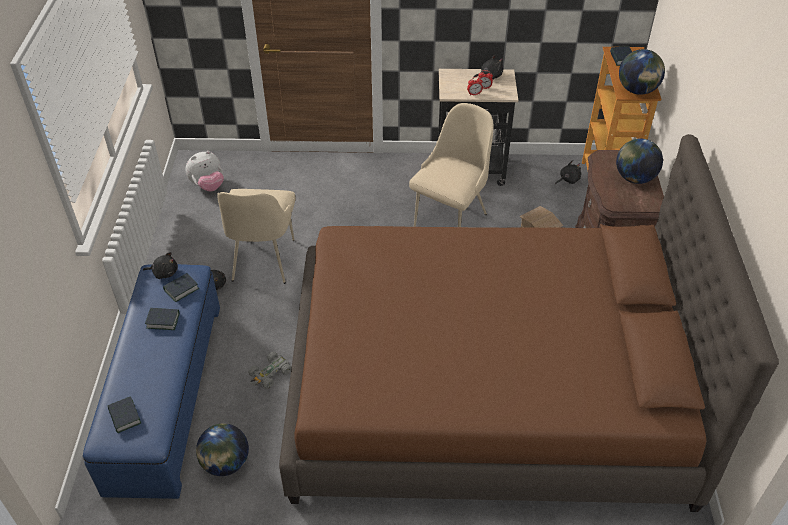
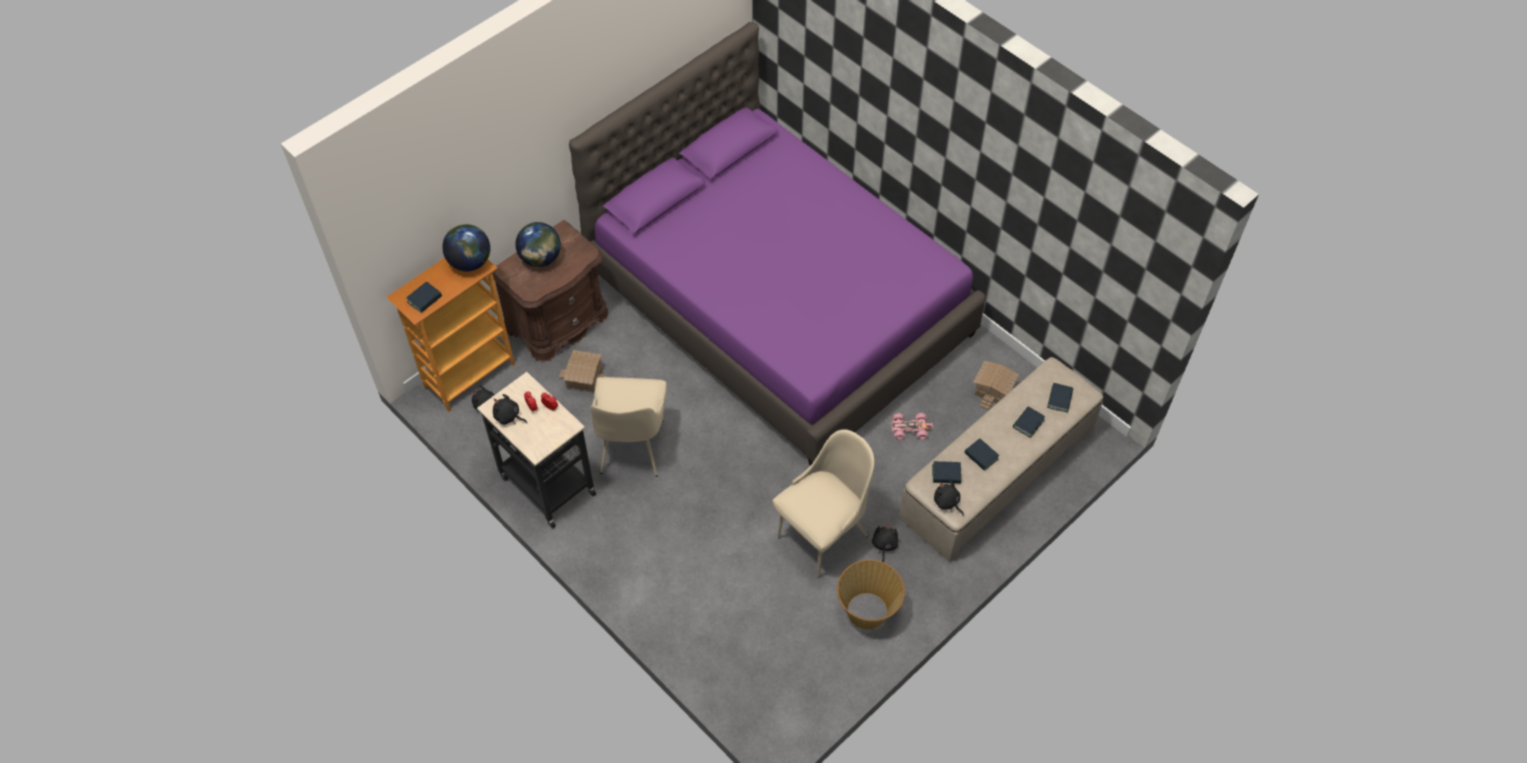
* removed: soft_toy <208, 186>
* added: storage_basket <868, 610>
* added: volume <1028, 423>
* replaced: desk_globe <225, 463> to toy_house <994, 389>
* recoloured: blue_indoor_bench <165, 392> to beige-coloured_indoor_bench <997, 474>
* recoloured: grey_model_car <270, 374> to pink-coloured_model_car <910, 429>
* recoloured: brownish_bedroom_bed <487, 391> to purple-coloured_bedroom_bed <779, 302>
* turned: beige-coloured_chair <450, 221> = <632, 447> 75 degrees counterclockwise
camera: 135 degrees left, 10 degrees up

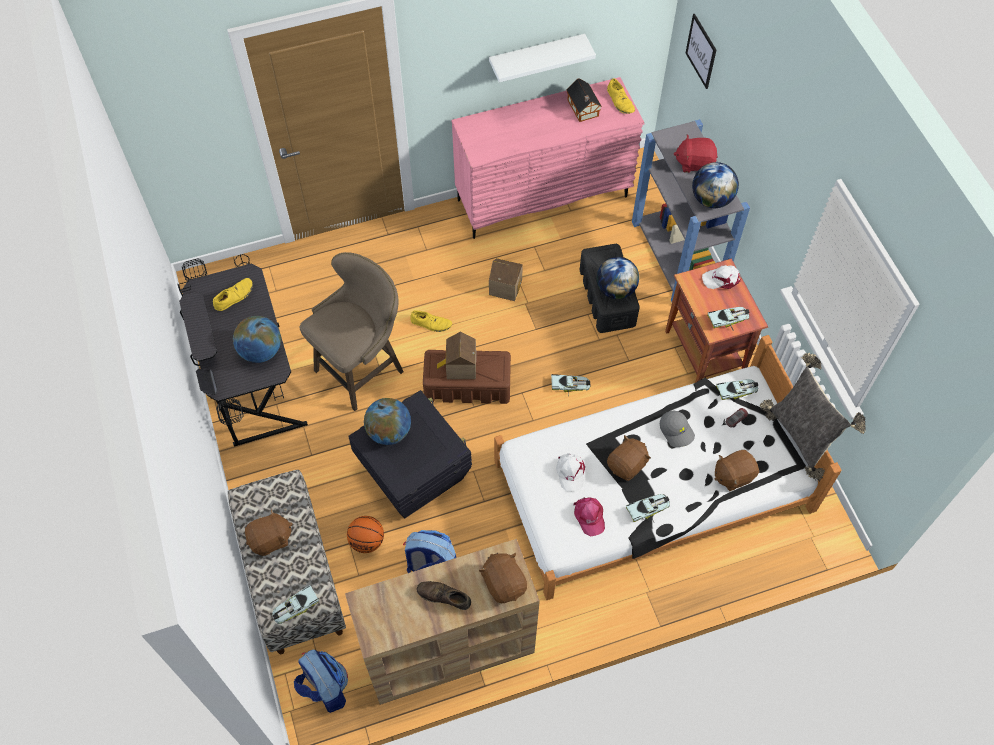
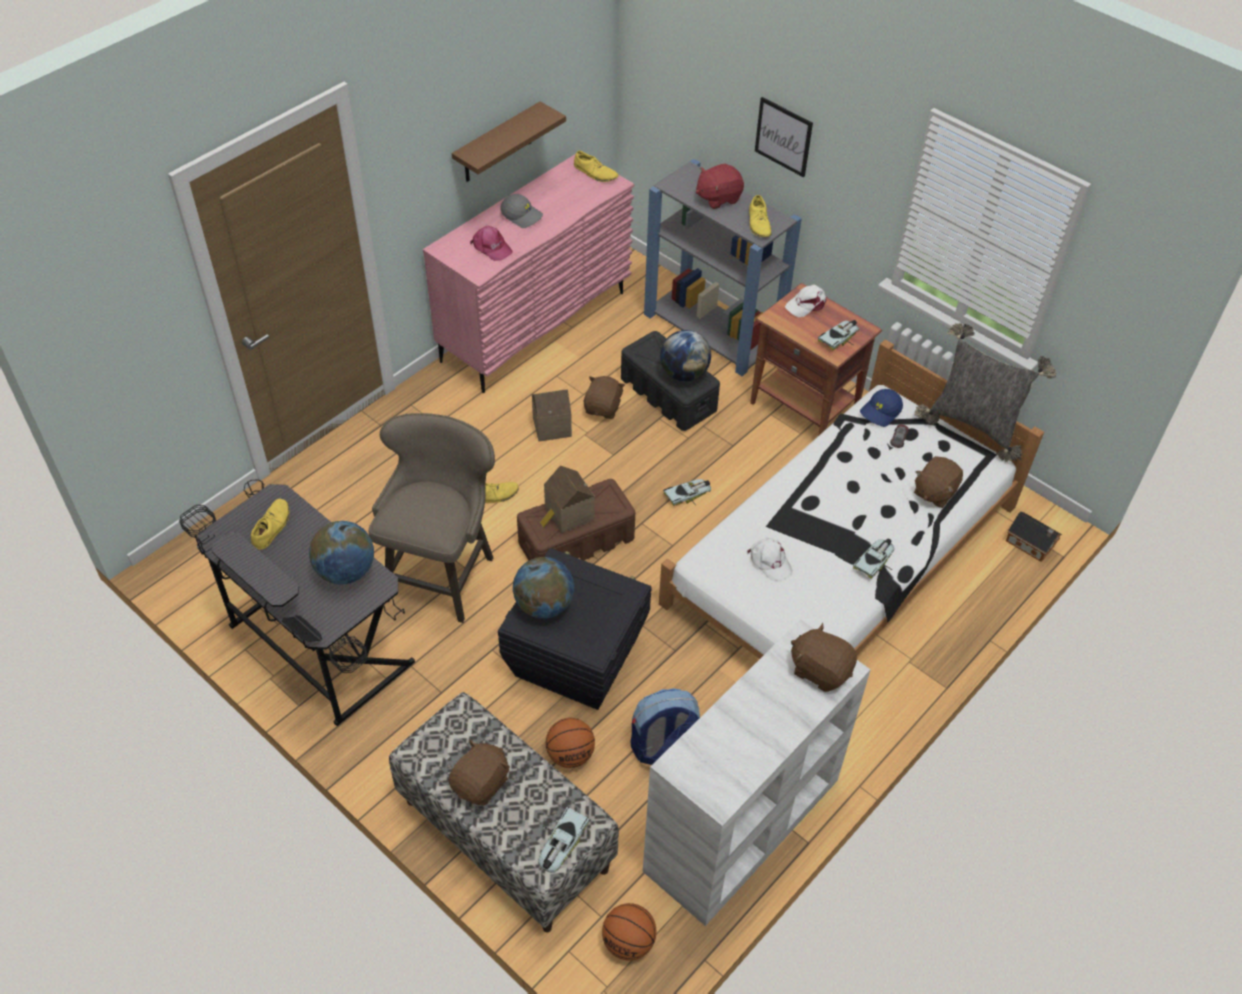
* removed: brownish_shoe <444, 596>
* moved: toy_house <583, 109> to <1031, 544>
* moved: pink-coloured_cap <589, 516> to <491, 247>
* moved: brownish_soft_toy <627, 465> to <603, 408>
* moved: grey_cap <677, 431> to <522, 215>
* moved: wall_picture <701, 51> to <783, 136>
* replaced: knapsack <325, 688> to basketball <628, 942>
* replaced: desk_globe <711, 199> to yellowish_shoe <759, 223>
* replaced: model_car <737, 391> to blue_cap <881, 412>
* recoloured: brownish_shelving_unit <449, 650> to whitish_shelving_unit <743, 826>
* recoloured: whitish_bracket_shelf <536, 58> to brownish_bracket_shelf <497, 144>
camera: 30 degrees left, 10 degrees down

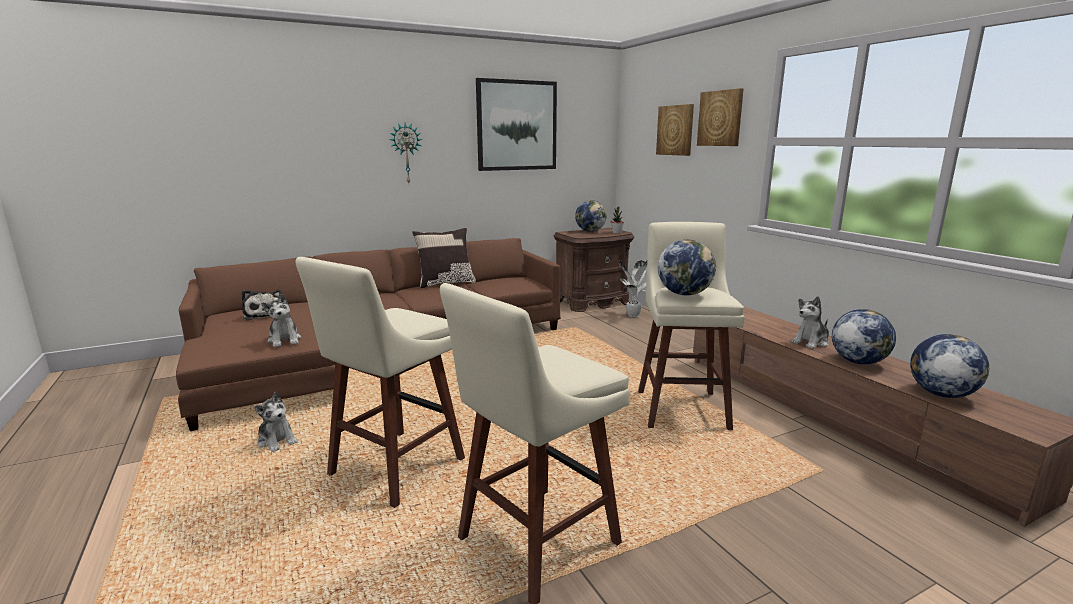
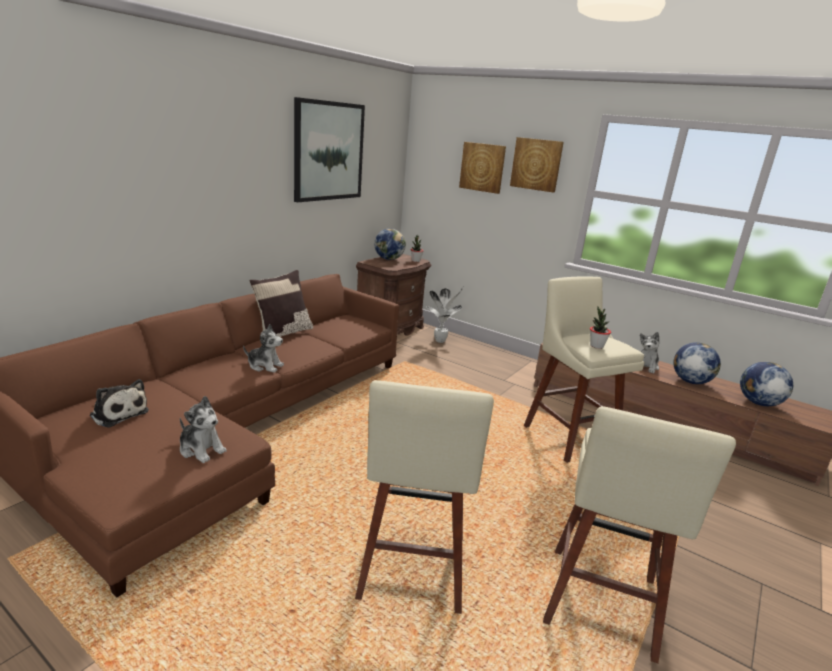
* removed: hanging_clock <406, 153>
* moved: soft_toy <277, 441> to <265, 366>
* replaced: desk_globe <684, 294> to potted_plant <596, 346>
camera: 30 degrees left, 5 degrees up

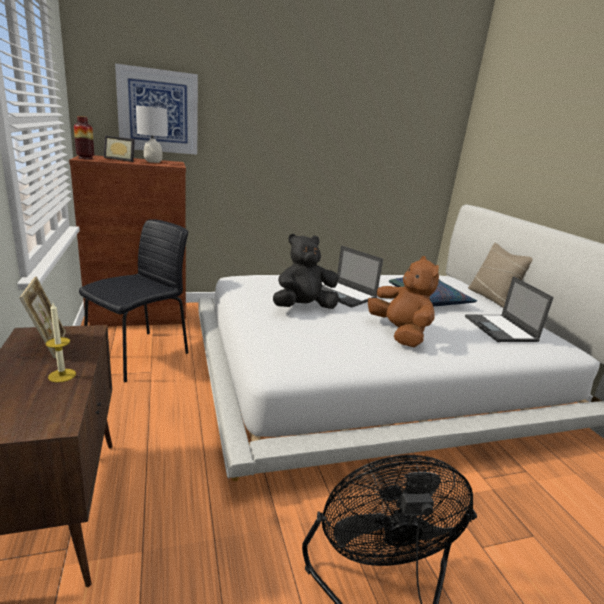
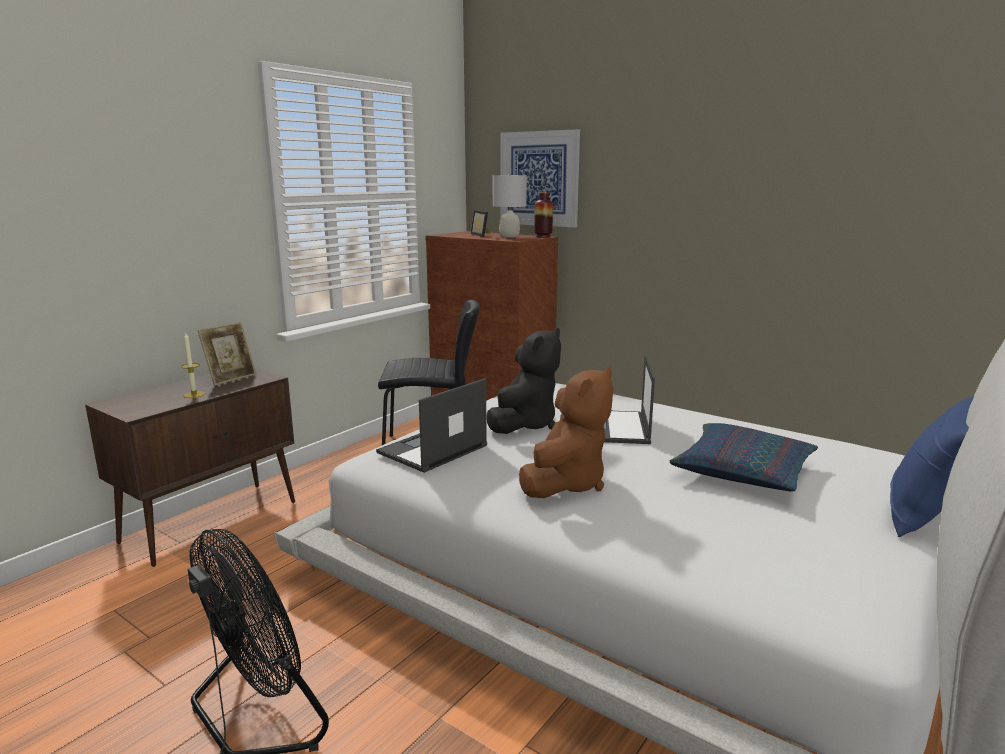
* moved: flower_vase <85, 158> to <543, 237>
* moved: notebook_computer <501, 329> to <432, 450>
* recoloured: beige-coloured_cushion <492, 298> to blue_cushion <924, 515>
* turned: black-coloured_soft_toy <303, 307> = <525, 424> 90 degrees clockwise
camera: 55 degrees right, 5 degrees down

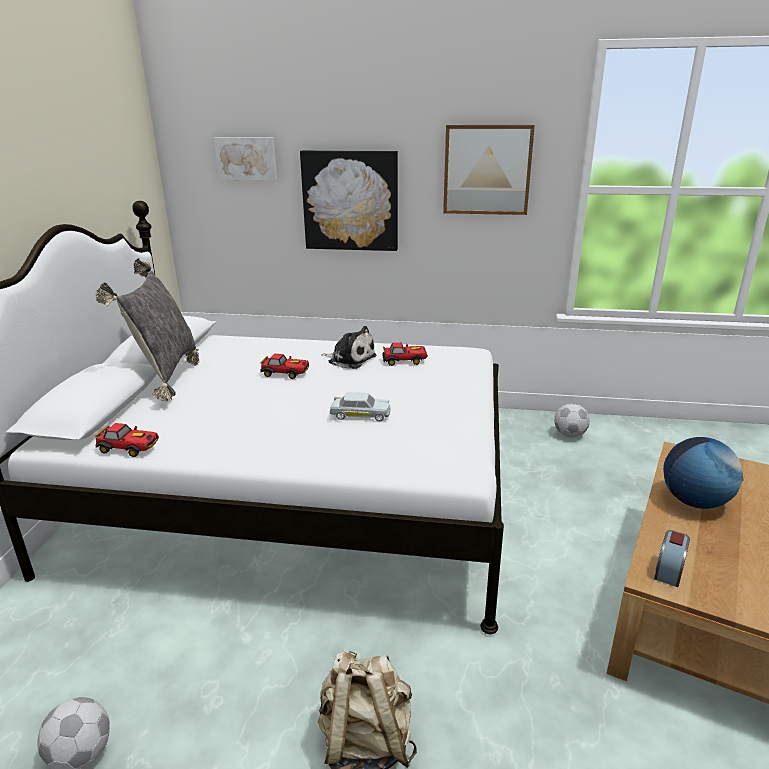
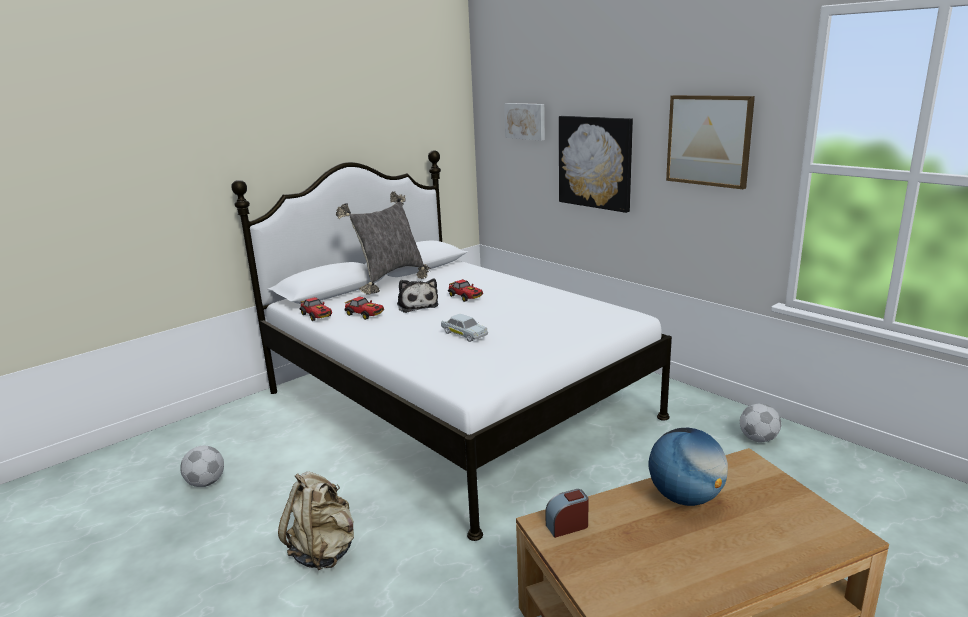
* moved: soft_toy <350, 359> to <417, 305>
* moved: model_car <405, 361> to <365, 315>
camera: 40 degrees right, 5 degrees down

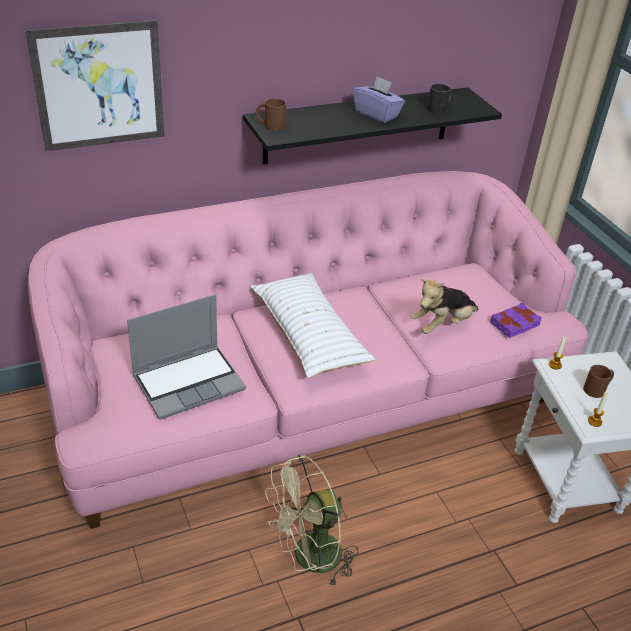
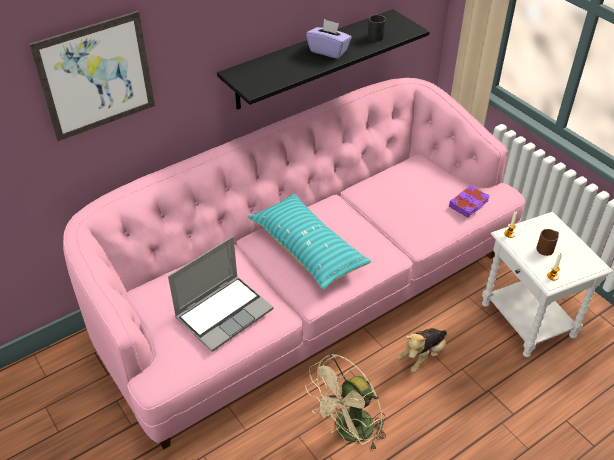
* removed: brownish_coffee_mug <270, 125>
* moved: soft_toy <442, 325> to <422, 356>
* recoloured: whitish_cushion <308, 335> to turquoise_cushion <307, 249>
camera: 10 degrees left, 5 degrees up

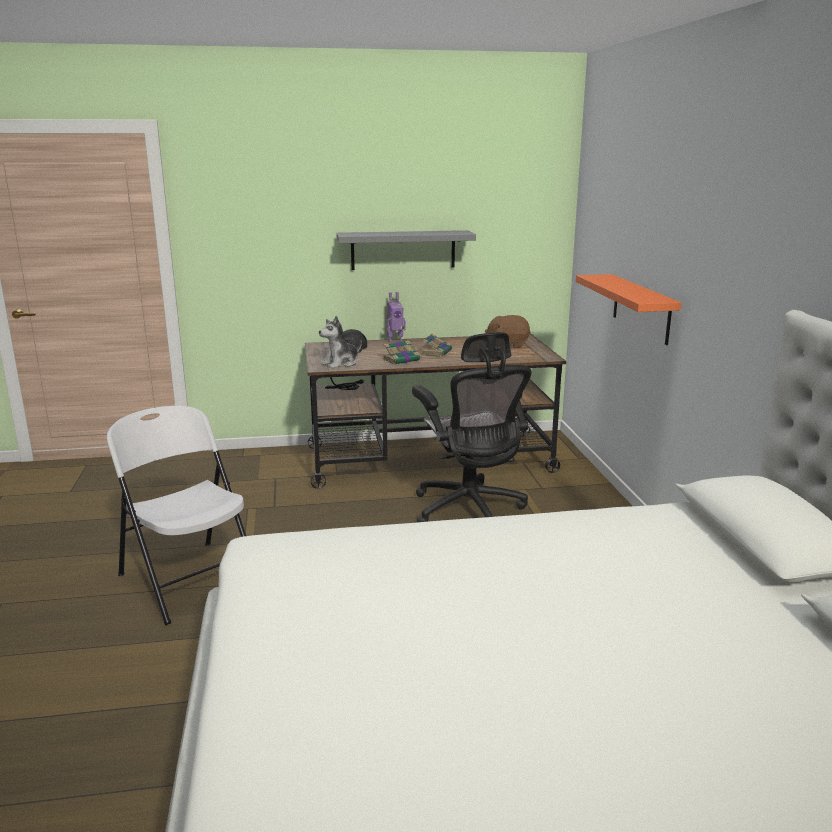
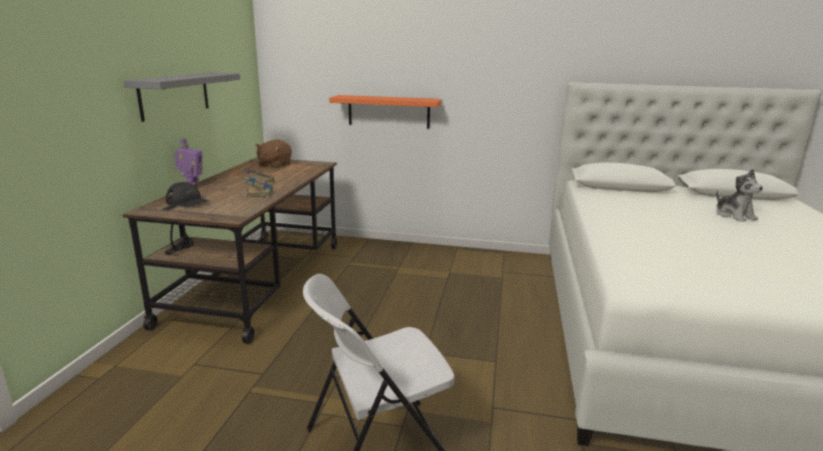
* removed: desk_chair <469, 510>
* moved: soft_toy <340, 363> to <734, 215>
camera: 70 degrees left, 0 degrees up

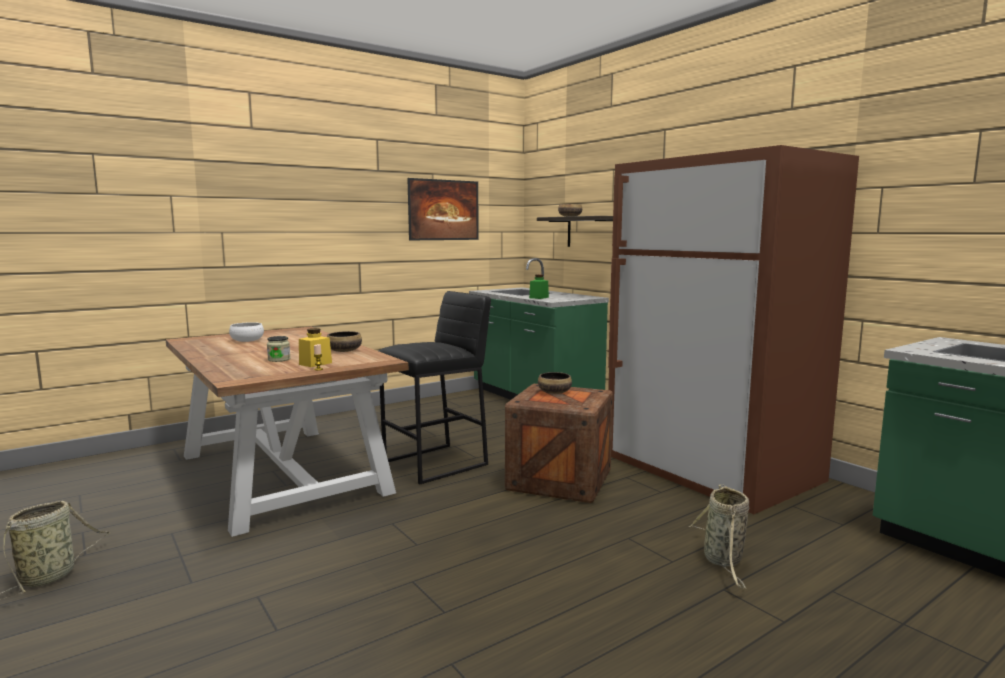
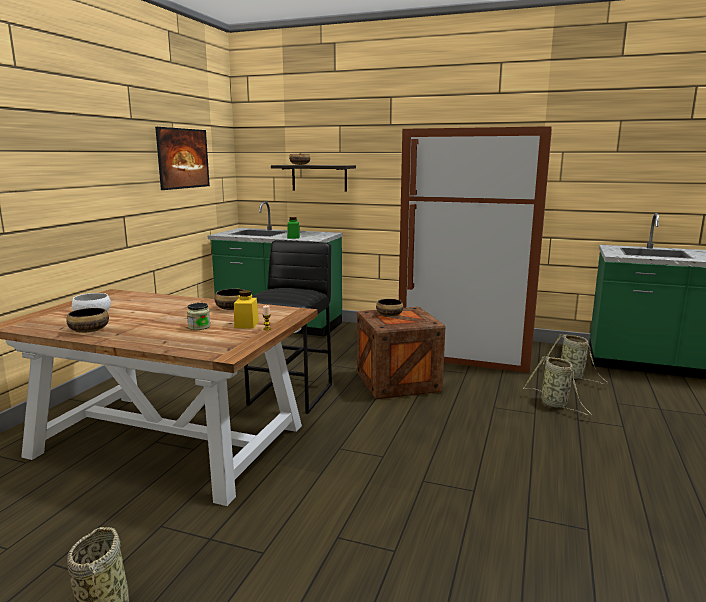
* added: deep_dish <89, 330>
* added: storage_basket <572, 376>
camera: 35 degrees left, 5 degrees up

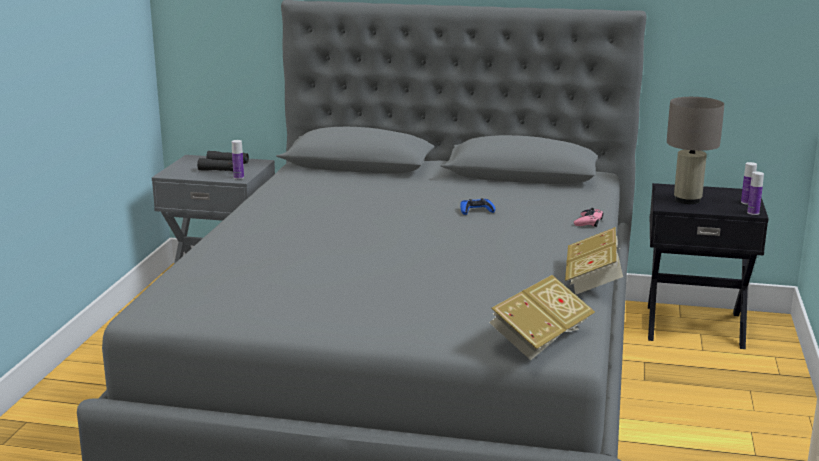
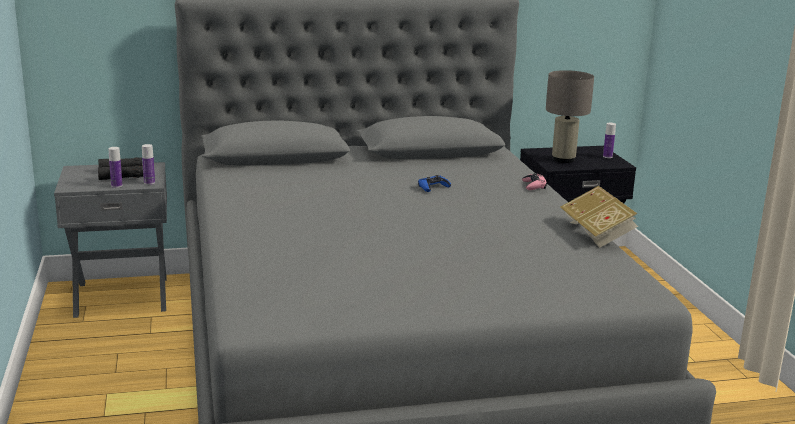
* removed: volume <539, 339>
* moved: beverage_bottle <753, 213> to <116, 186>
camera: 25 degrees left, 0 degrees up

